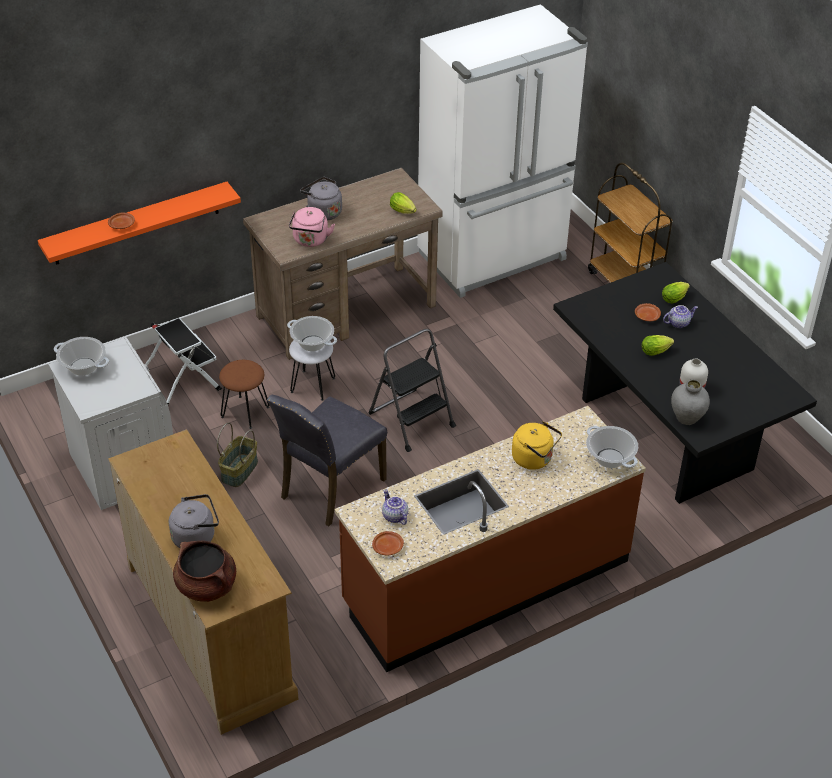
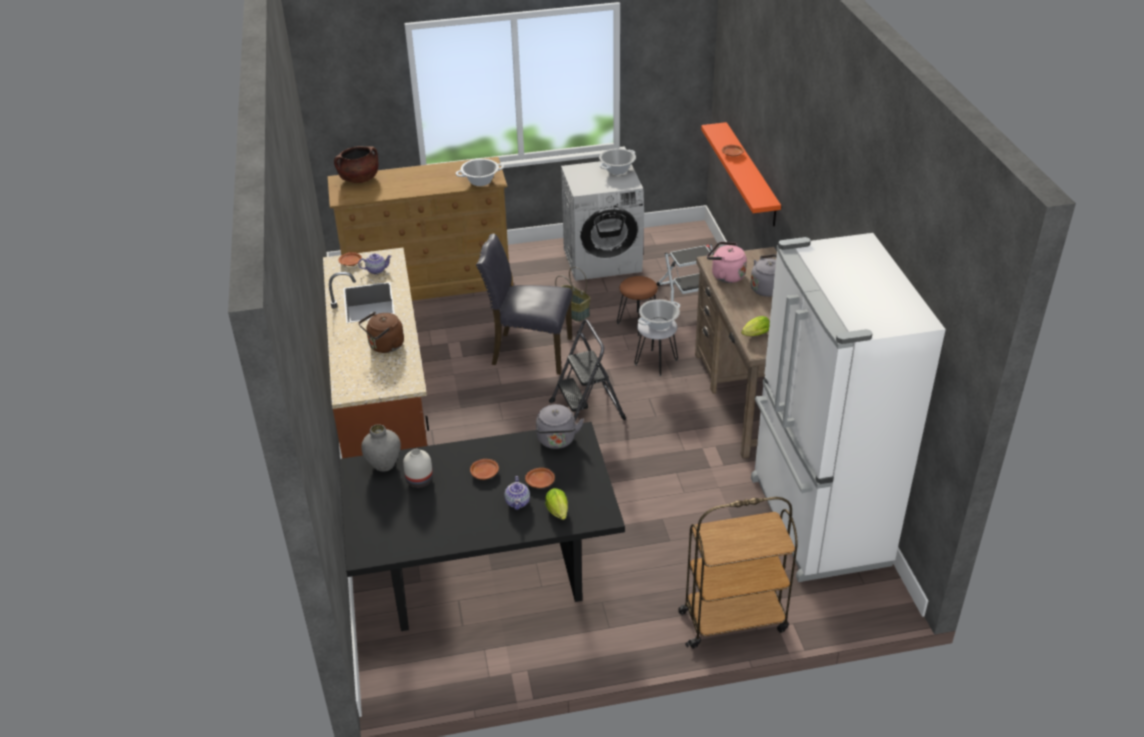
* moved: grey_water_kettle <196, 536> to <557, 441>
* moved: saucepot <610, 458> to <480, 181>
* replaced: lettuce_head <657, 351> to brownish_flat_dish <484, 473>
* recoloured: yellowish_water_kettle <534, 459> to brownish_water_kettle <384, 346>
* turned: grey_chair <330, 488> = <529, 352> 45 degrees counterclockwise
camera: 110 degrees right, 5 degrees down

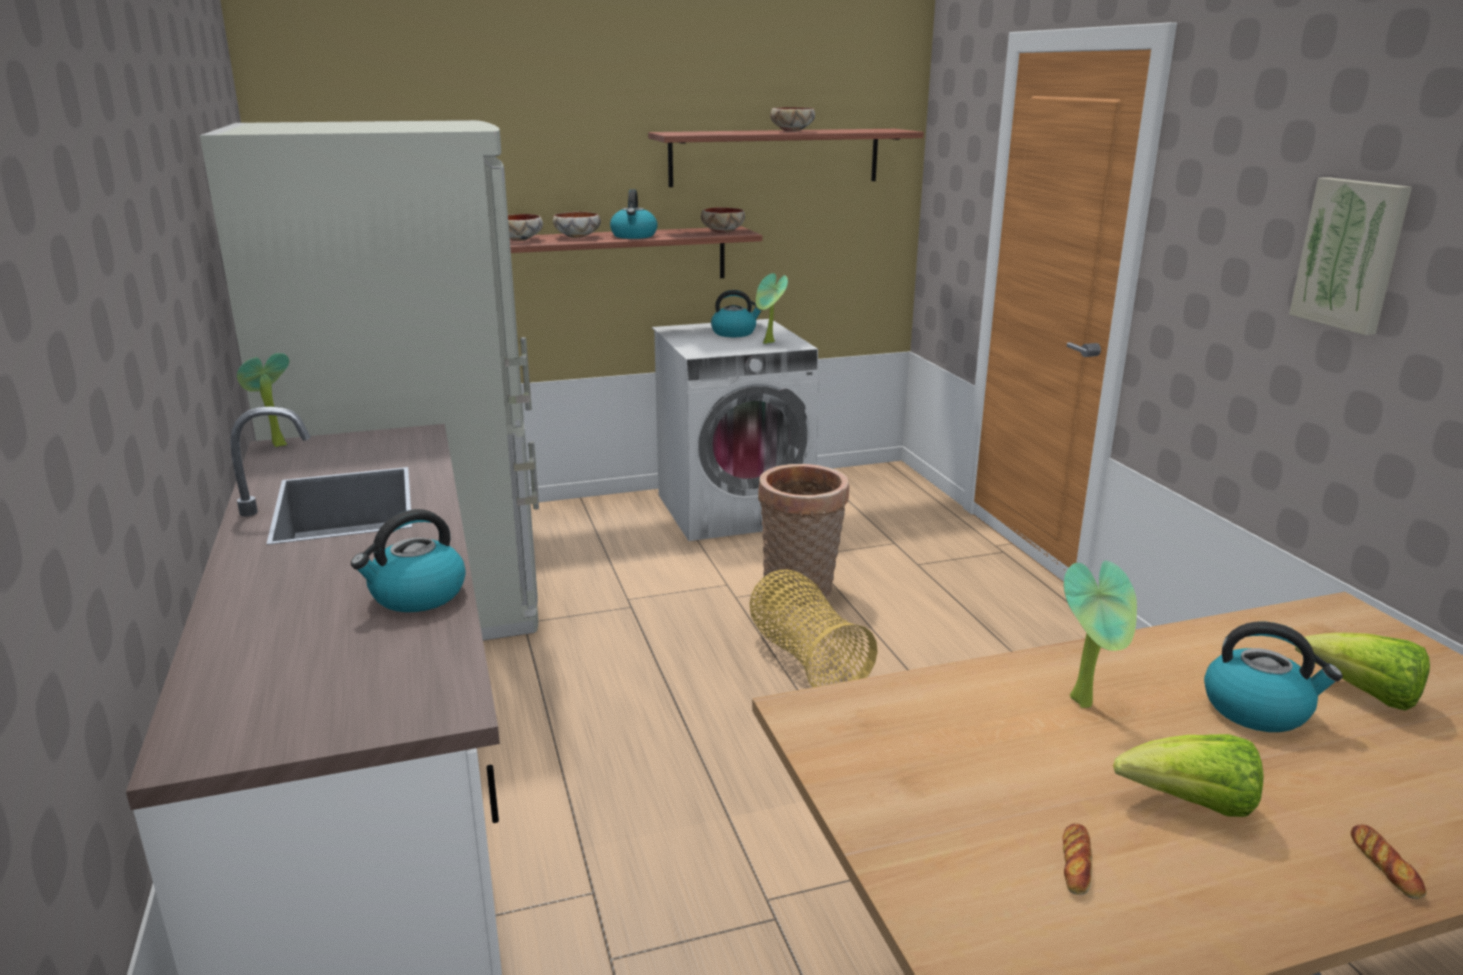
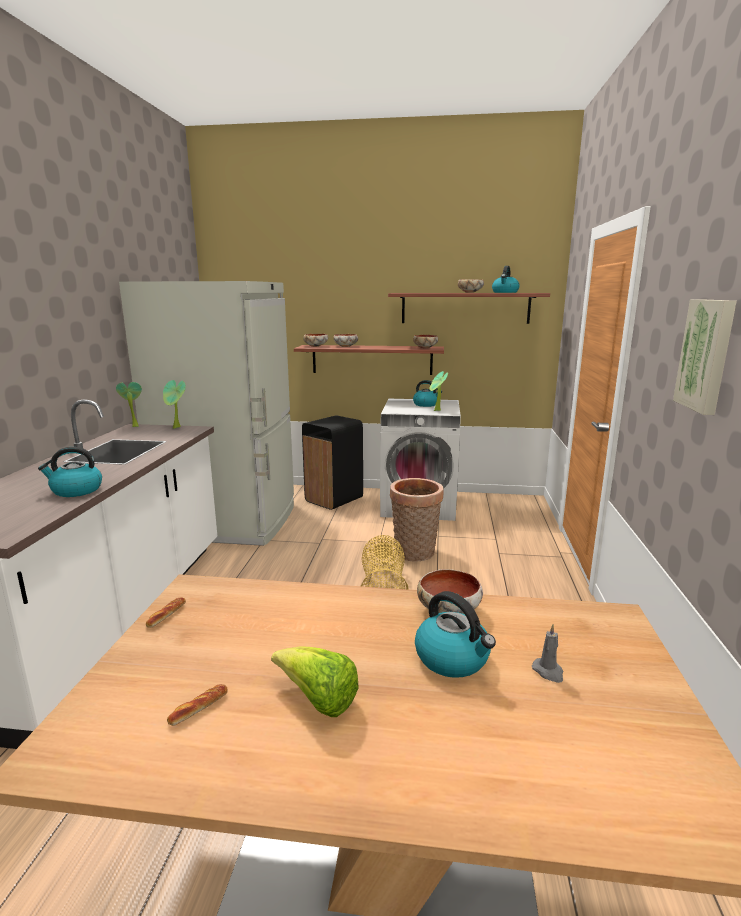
* added: black-coloured_rubbish_bin <333, 499>
* added: deep_dish <449, 609>
* moved: water_kettle <634, 236> to <505, 292>
* moved: potted_plant <1087, 702> to <177, 428>
* moved: baked_bread <1385, 866> to <167, 615>
* replaced: lettuce_head <1363, 694> to grey_wax_candle <548, 672>
camera: 25 degrees right, 5 degrees down

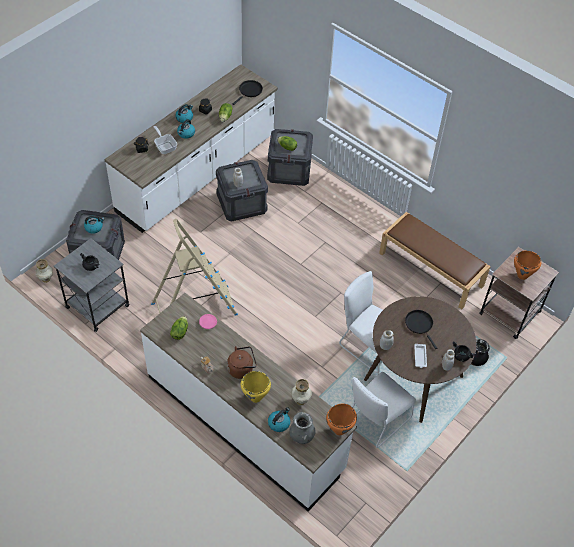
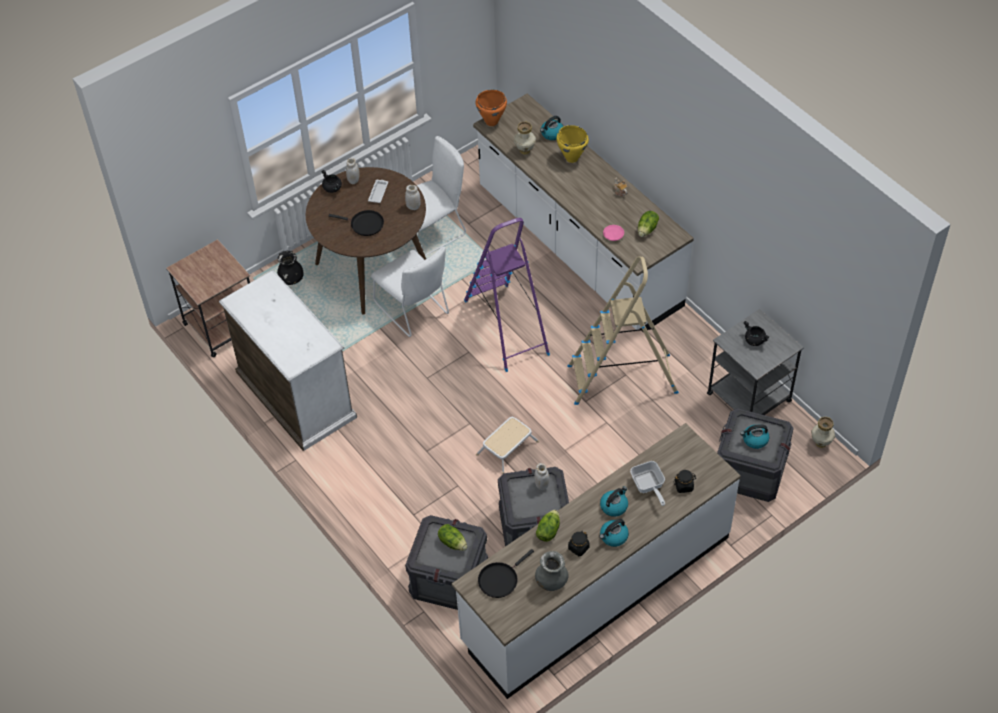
* removed: brownish_water_kettle <242, 369>
* removed: orangey_saucepot <522, 276>
* added: purple-coloured_step_ladder <505, 326>
* added: beige-coloured_step_ladder <507, 448>
* moved: grey_flower_vase <302, 435> to <551, 581>
* replaced: brownish_indoor_bench <431, 269> to whitish_chest_of_drawers <295, 394>
* turned: black-coloured_pan <420, 325> = <364, 224> 60 degrees counterclockwise
camera: 165 degrees left, 0 degrees up

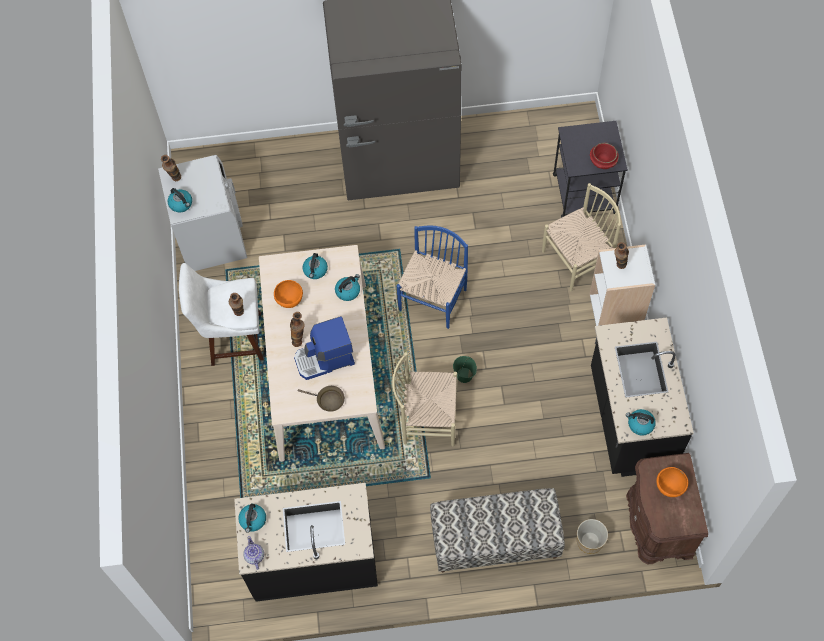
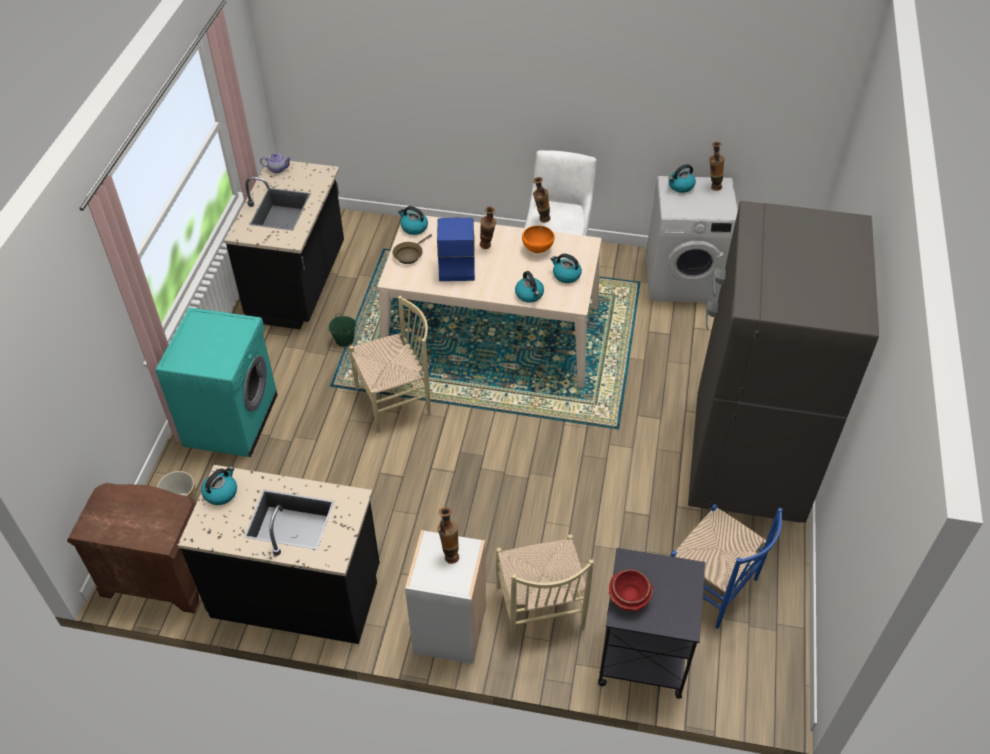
* removed: orangey_deep_dish <669, 487>
* moved: water_kettle <253, 520> to <413, 227>
* moved: blue_chair <434, 297> to <713, 587>
* moved: green_bucket <464, 375> to <344, 340>
* replaced: indoor_bench <495, 541> to turquoise_laundry_machine <233, 420>
* turned: beige-coloured_chair <427, 418> = <396, 400> 45 degrees clockwise
camera: 105 degrees right, 15 degrees down

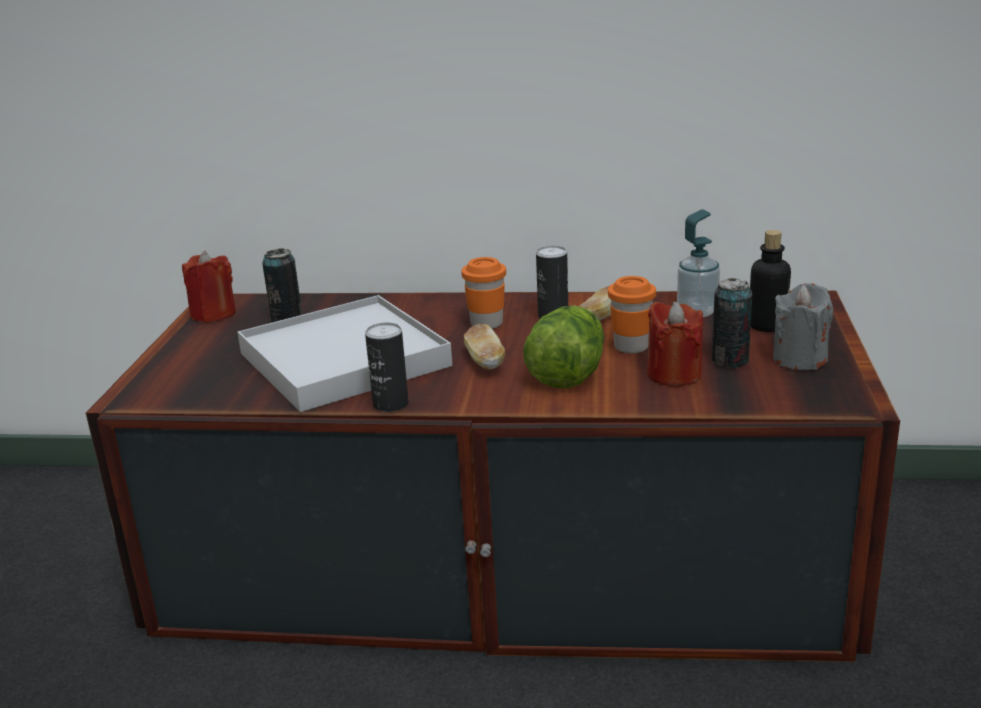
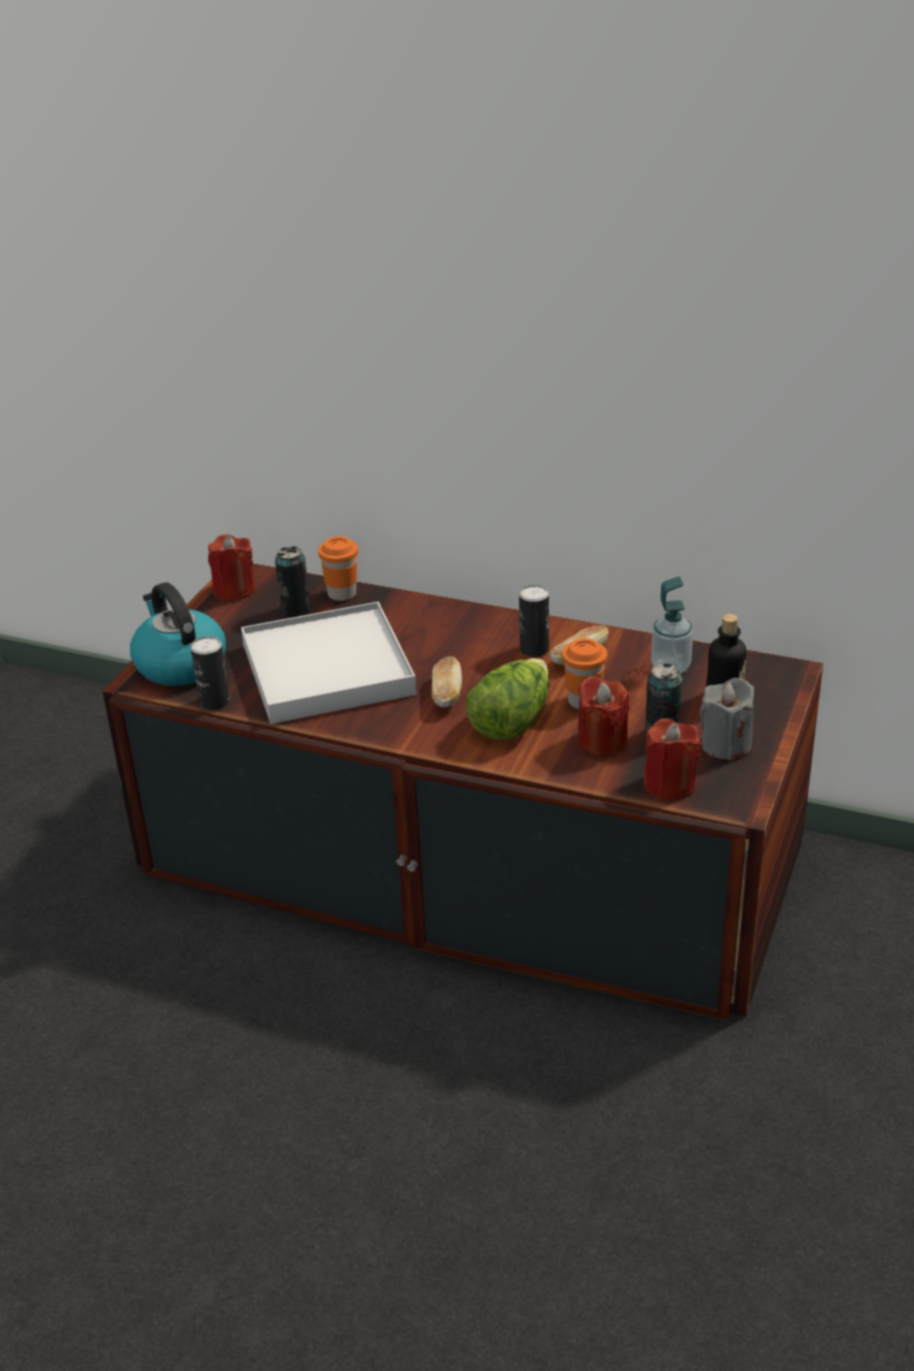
* added: water_kettle <179, 664>
* added: reddish_wax_candle <669, 784>
* moved: can <390, 404> to <214, 702>
* moved: orangey_cup <486, 324> to <342, 594>
camera: 15 degrees right, 10 degrees up

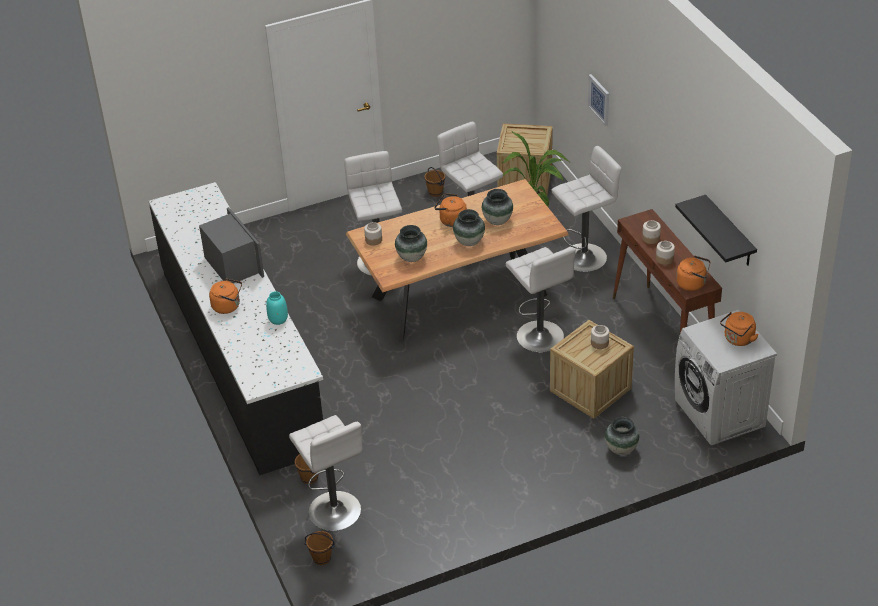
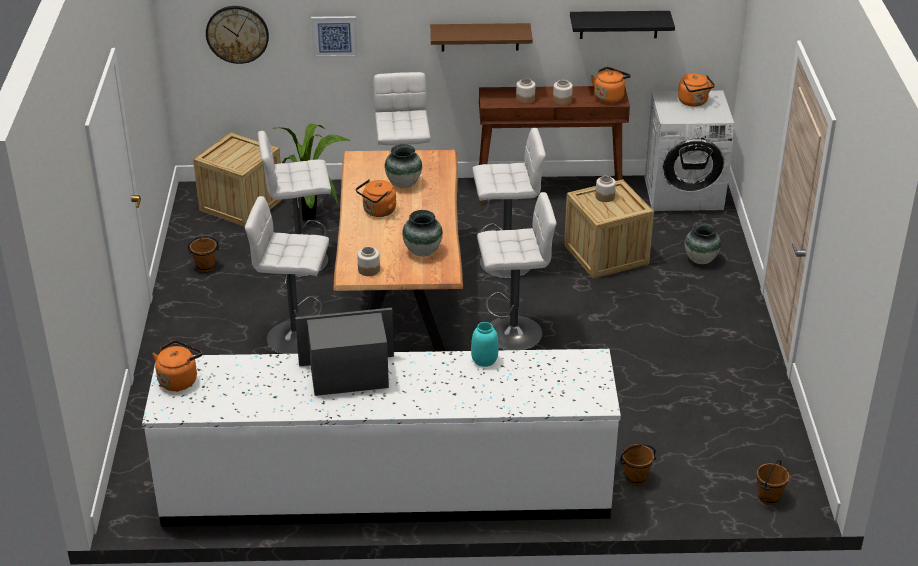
* removed: flower_vase <469, 241>
* added: hanging_clock <237, 34>
* added: brownish_bracket_shelf <480, 37>
* moved: orangey_water_kettle <228, 306> to <179, 380>
* moved: whitish_stool <334, 511> to <514, 333>
* recoloured: black-coloured_kitchen_counter <242, 357> to whitish_kitchen_counter <387, 488>
camera: 70 degrees left, 5 degrees down

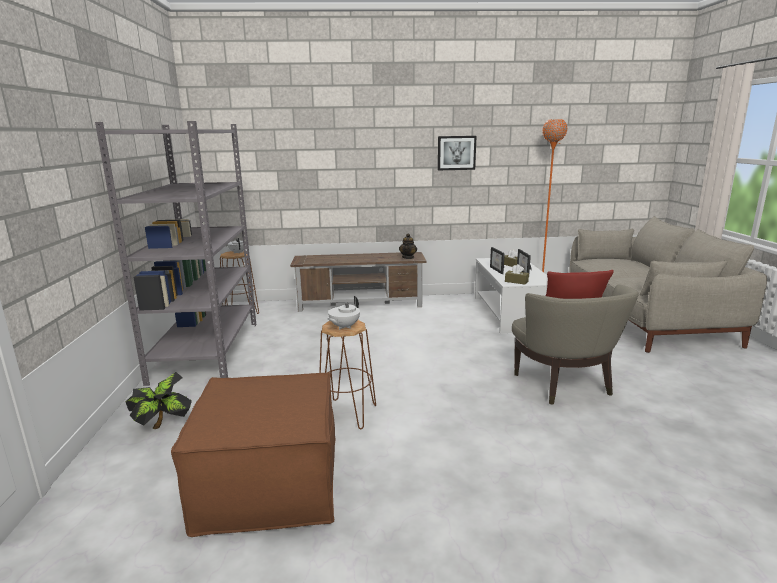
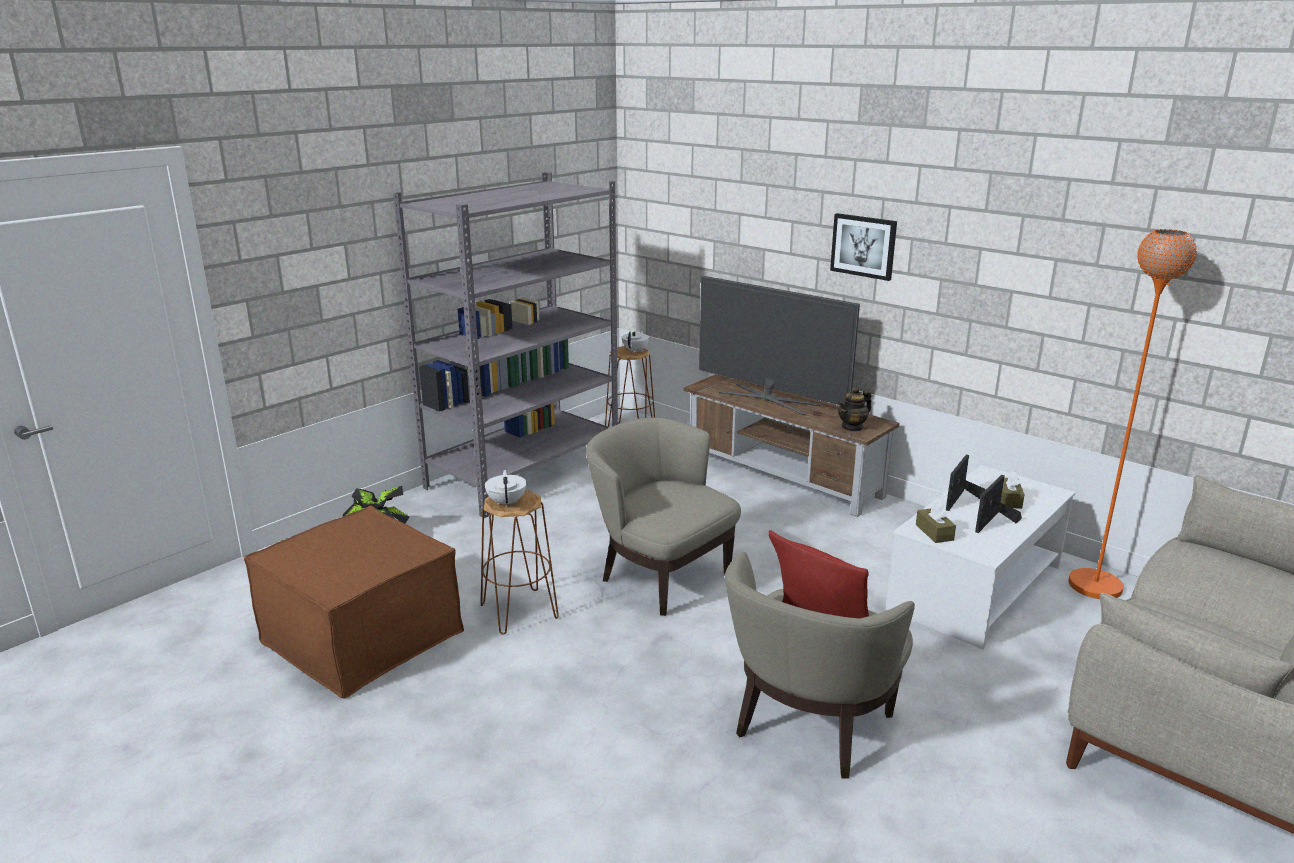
* added: beige-coloured_easy_chair <661, 577>
* added: television <769, 399>
* moved: wall_picture <456, 153> to <863, 246>
* turned: whitish_teapot <344, 327> = <507, 502> 90 degrees clockwise
camera: 45 degrees right, 5 degrees up

